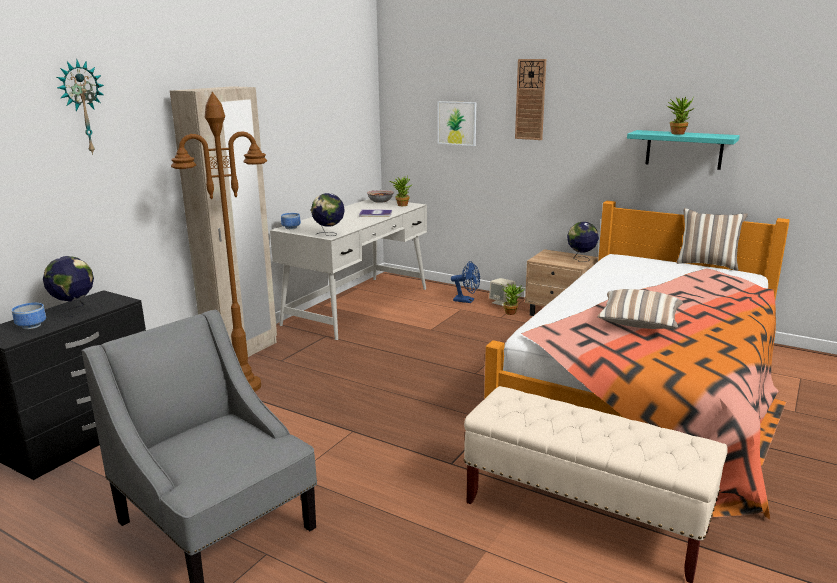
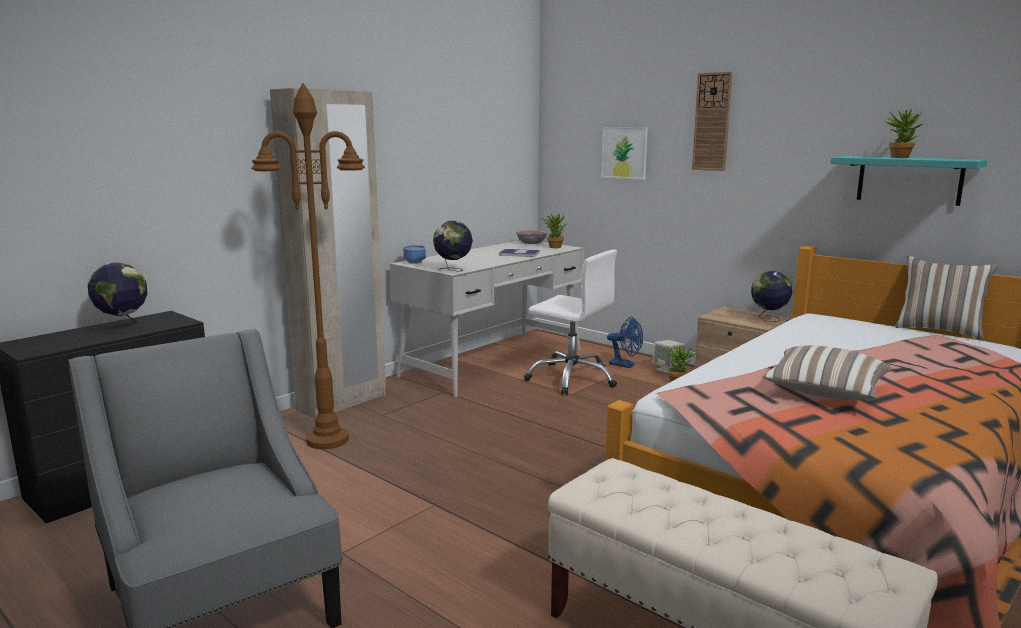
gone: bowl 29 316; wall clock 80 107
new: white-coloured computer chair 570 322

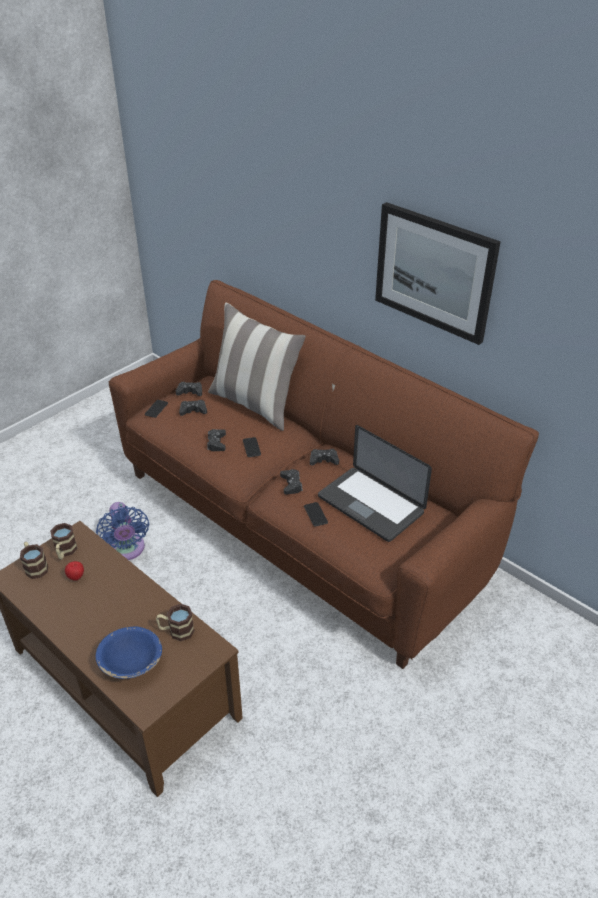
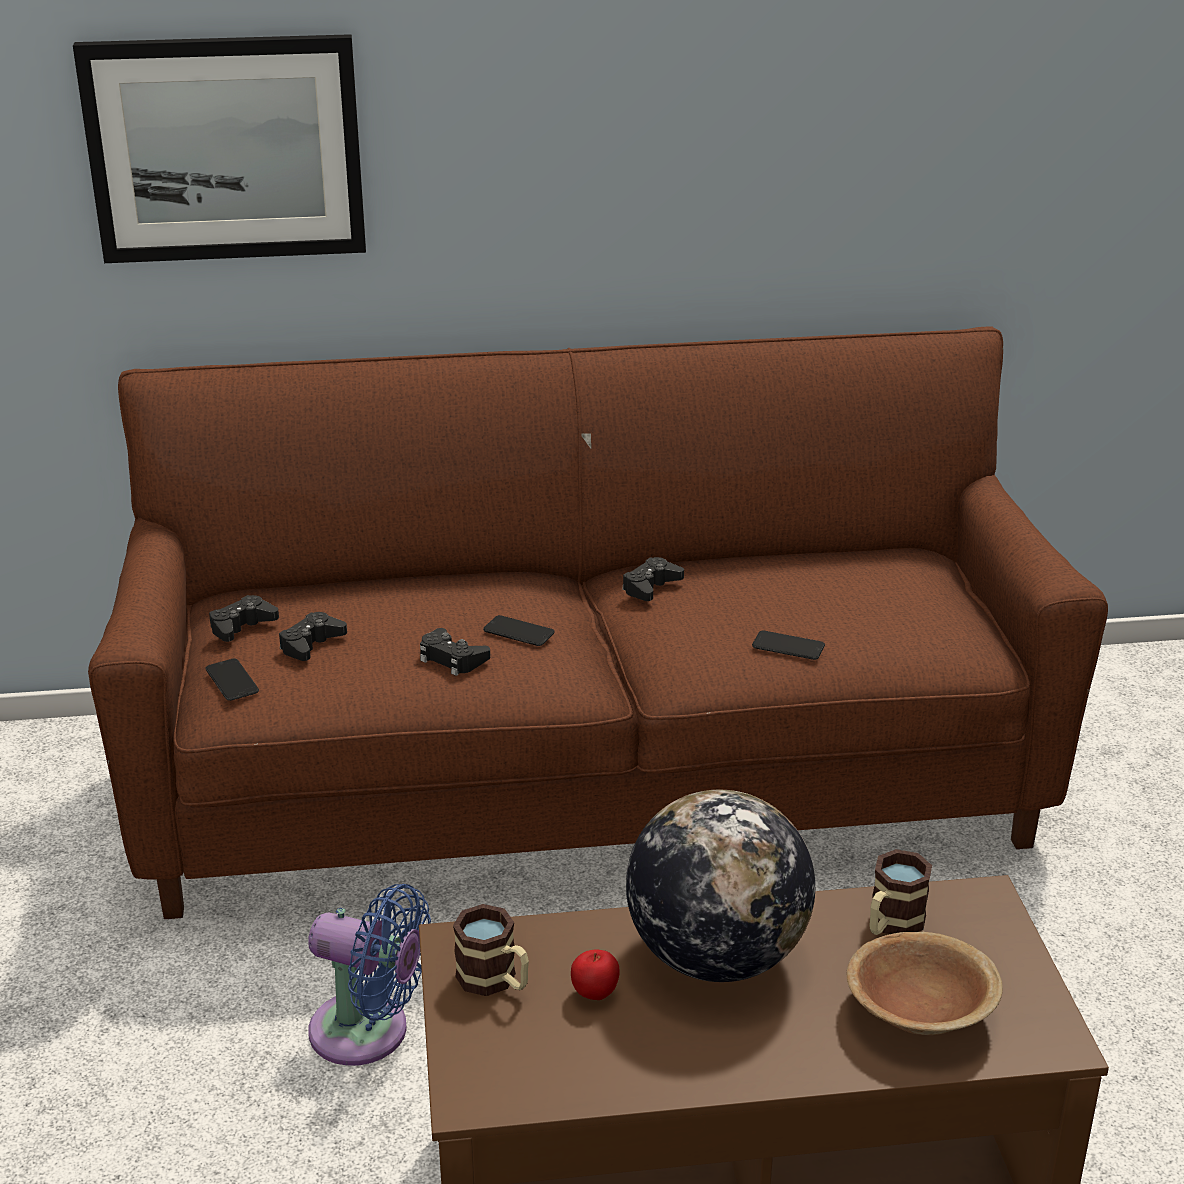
gone: tea mug 34 560; cushion 257 366; blackish gamepad 291 482; notebook computer 375 483
new: globe 720 886
shifted: wall art 438 273 to 219 148
repainted: blue bowl 129 653 to brown-coloured bowl 925 983

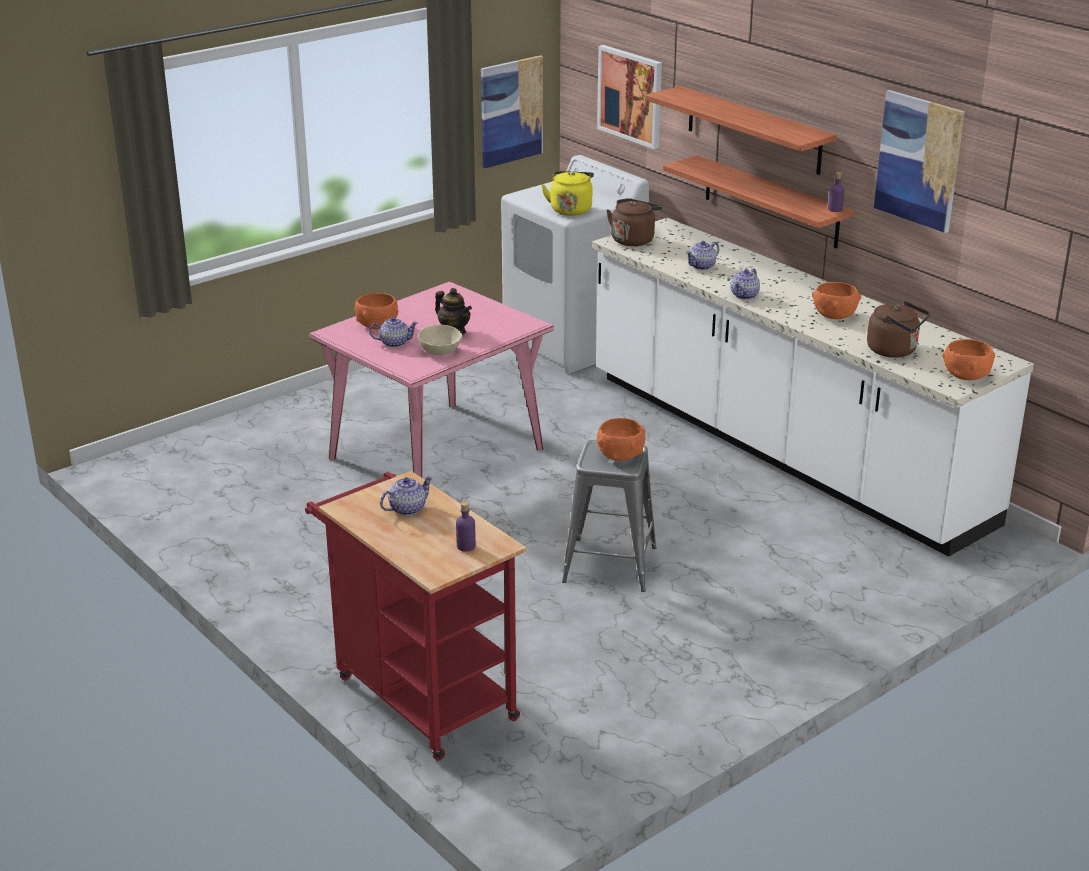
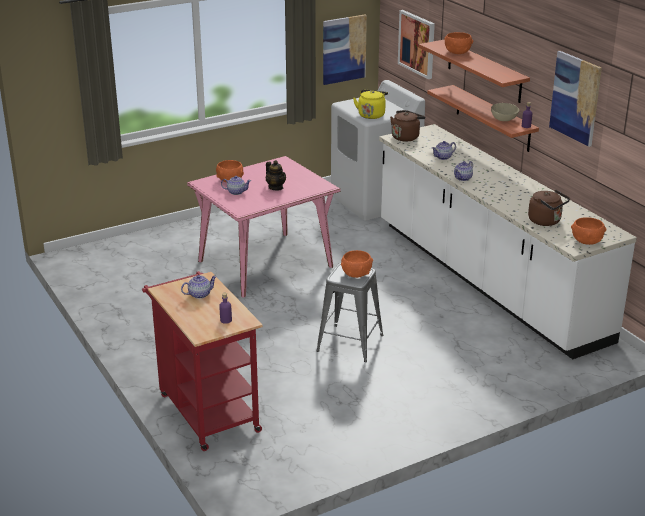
shifted: orange-coloured bowl 836 300 to 458 43; beige bowl 440 340 to 505 112

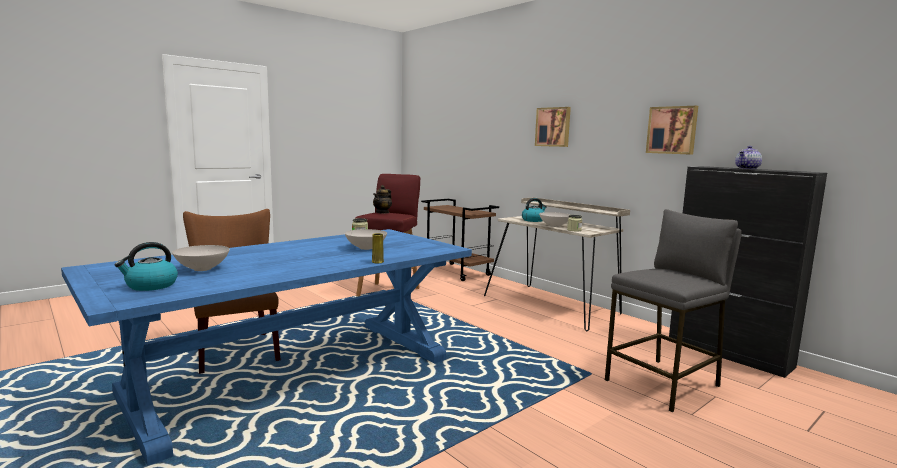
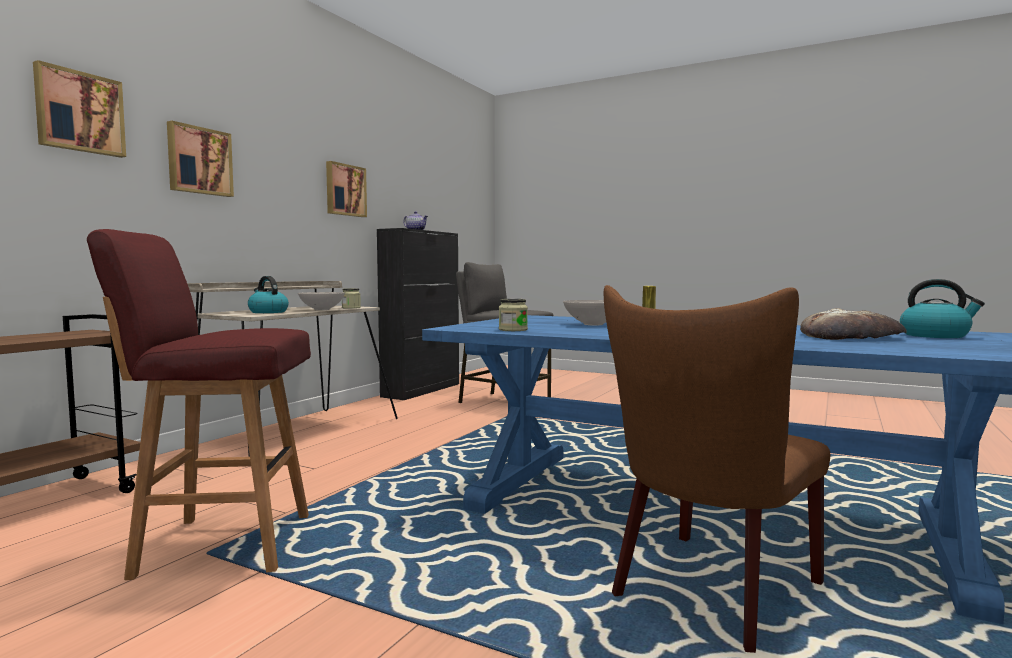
gone: pot for tea 382 199
new: wall art 79 109
swapped: white-coloured bowl 201 258 to bakery bread 853 324

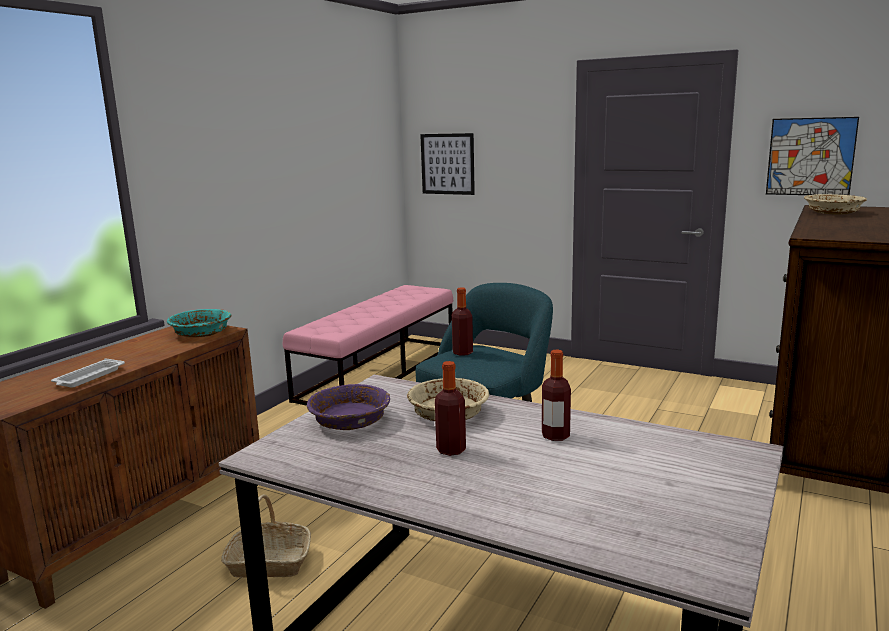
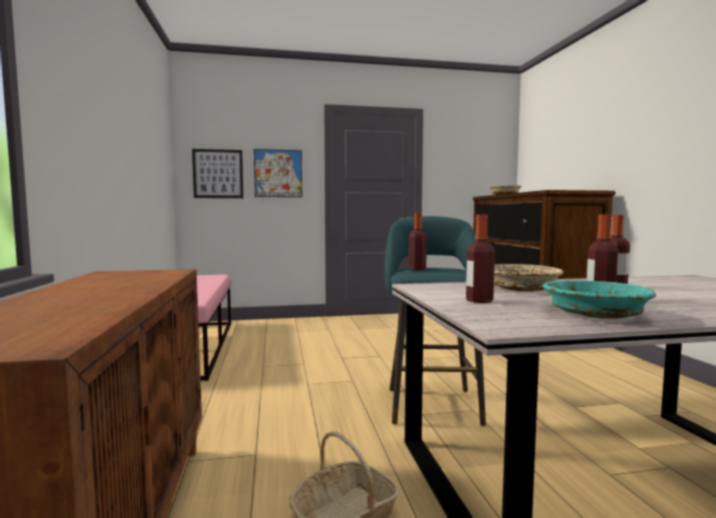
gone: white-coloured serving tray 88 373
shifted: wall art 812 156 to 278 173; turquoise-coloured bowl 199 323 to 599 299
swapped: purplish bowl 348 407 to bottle 480 259

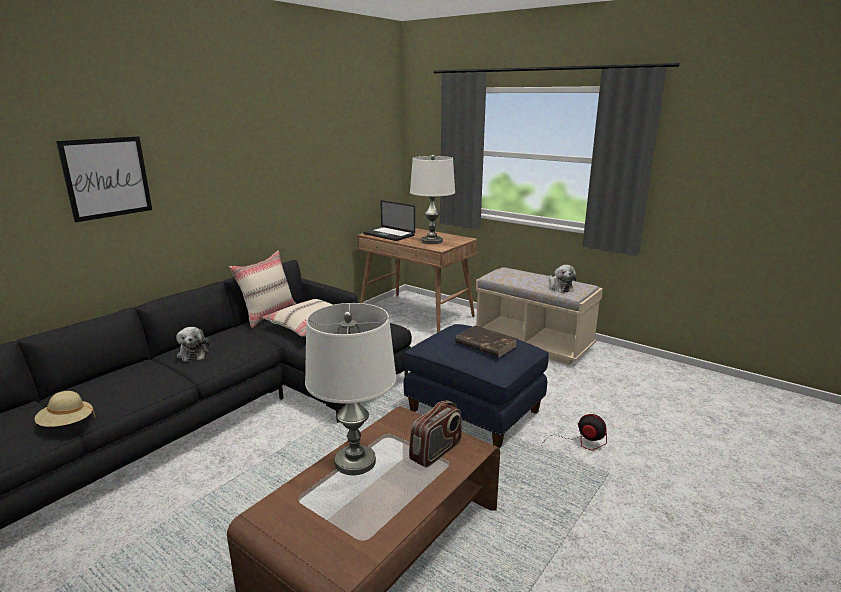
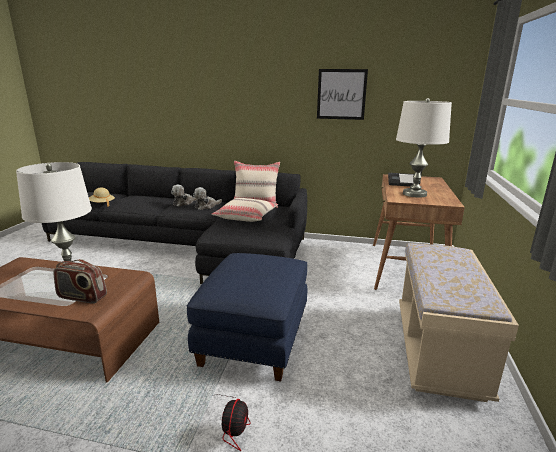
gone: brown-coloured book 486 341
shifted: cuddly toy 562 279 to 207 198; wall art 104 179 to 342 94

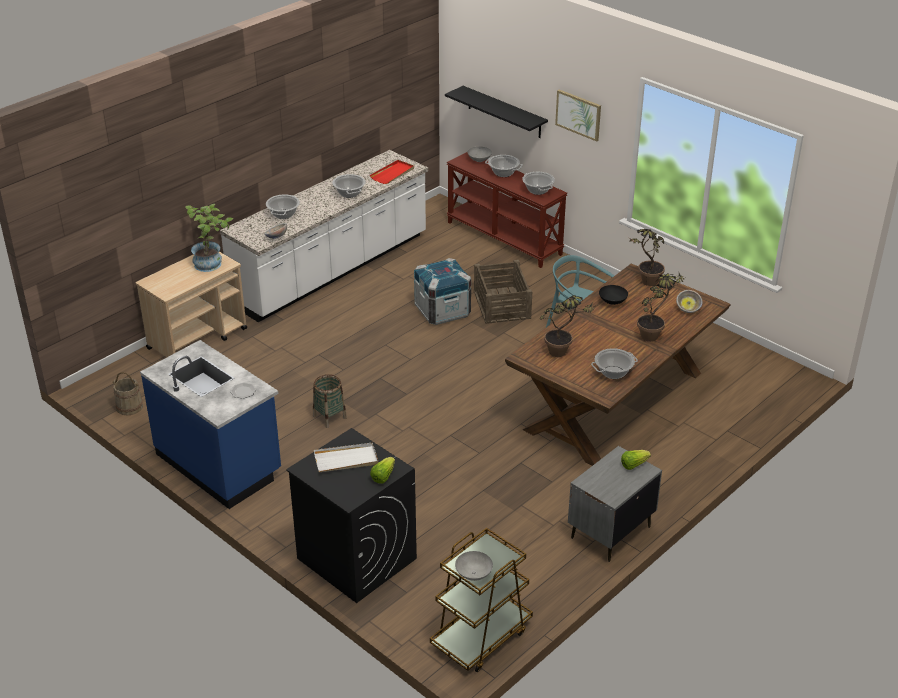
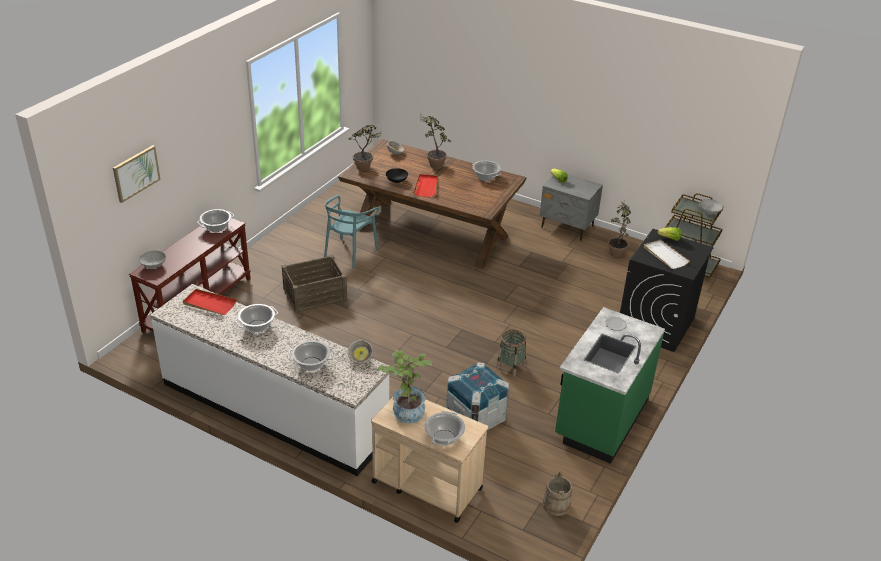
gone: blackish shelf 496 112
new: red-coloured serving tray 425 185
shifted: wall art 578 116 to 137 174; saucepot 504 166 to 445 428; shipping crate 442 291 to 477 396; houseplant 569 326 to 619 228
repainted: blue kitchen base unit 210 424 to green kitchen base unit 610 385

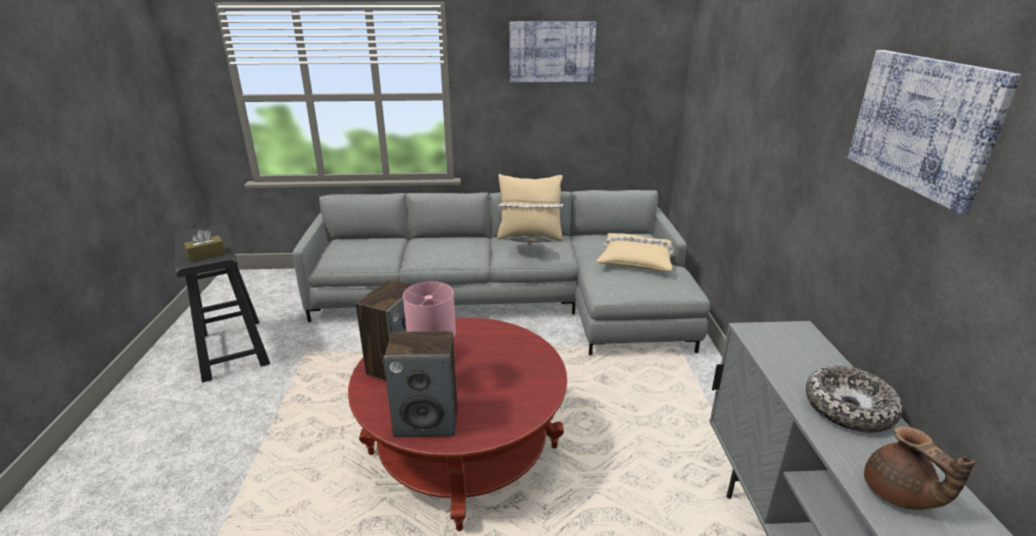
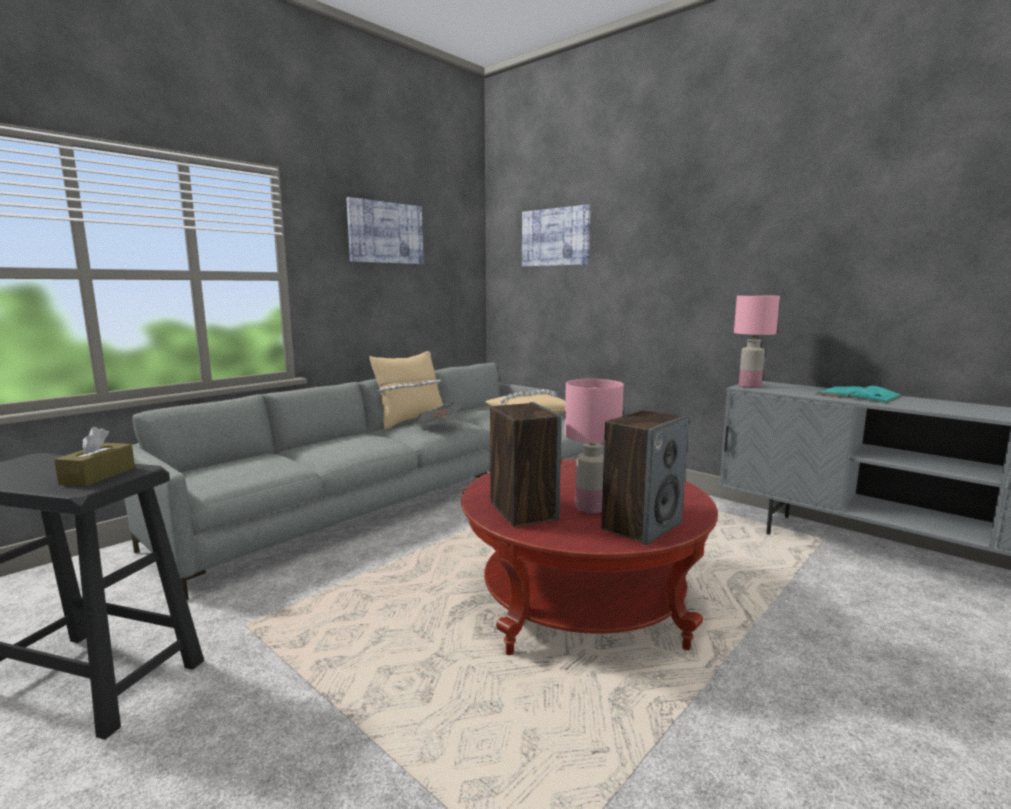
gone: brown-coloured pot for tea 919 468
new: pink-coloured tabletop lamp 757 341
shifted: wall art 934 132 to 556 235
swapped: bowl 854 399 to turquoise-coloured book 859 394

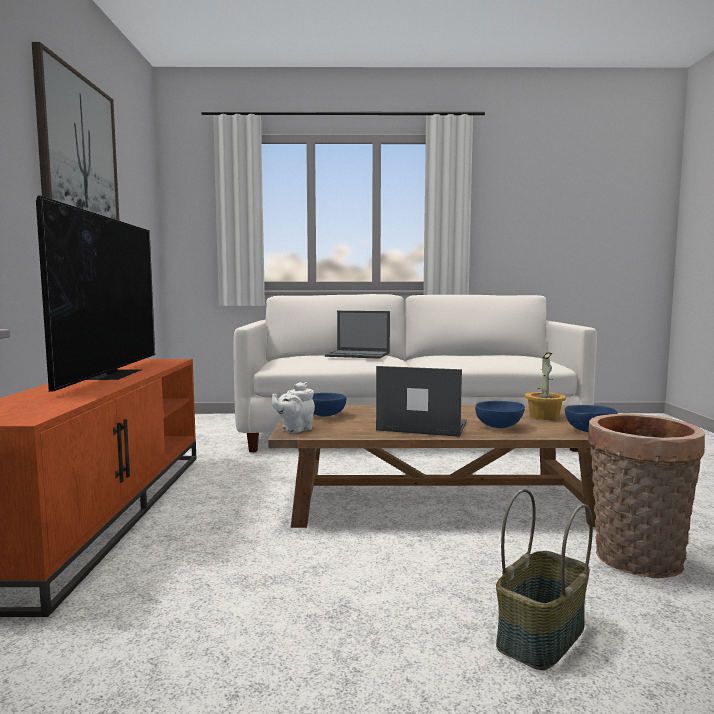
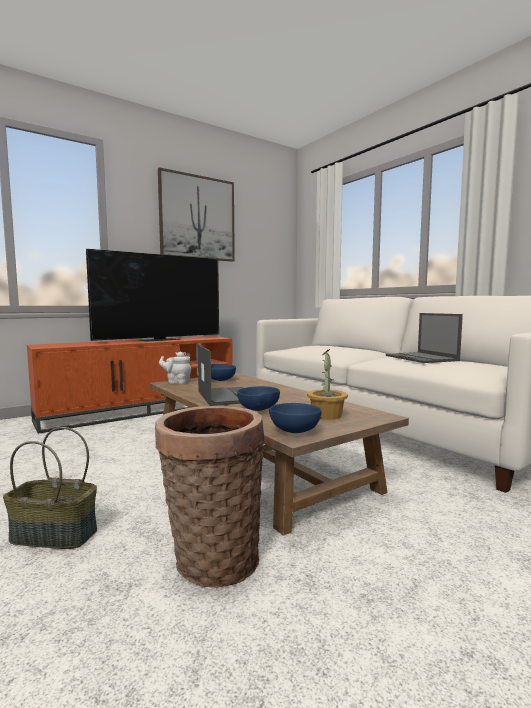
shifted: notebook computer 357 335 to 424 338

